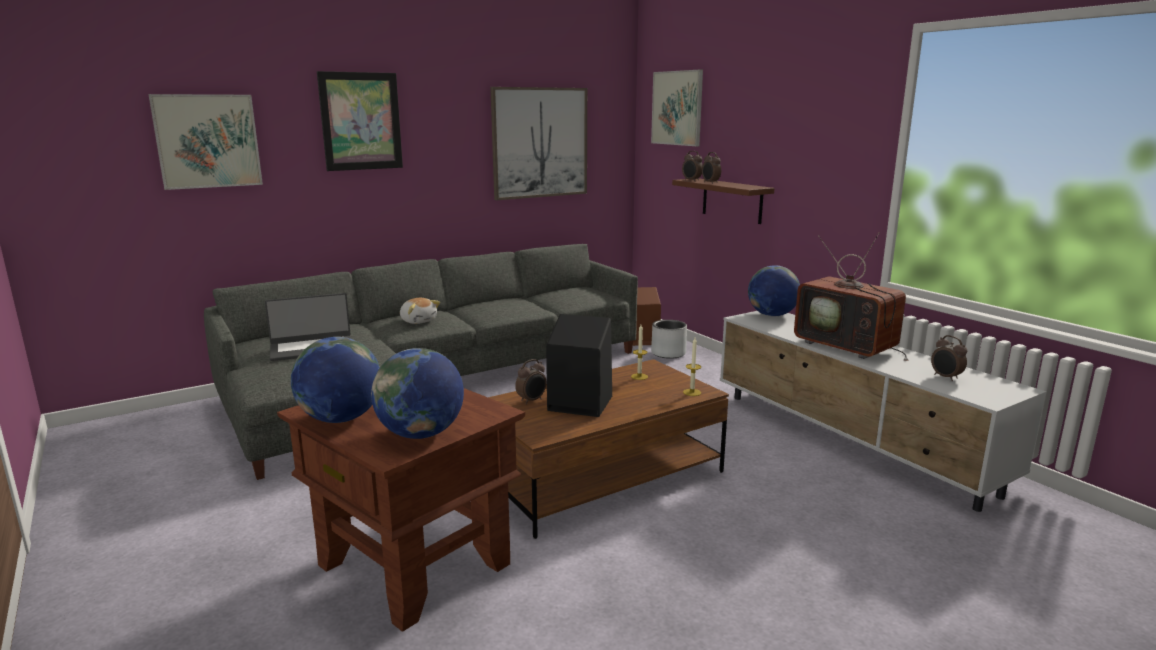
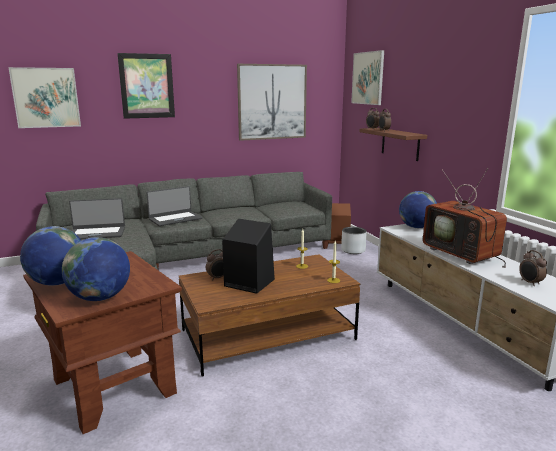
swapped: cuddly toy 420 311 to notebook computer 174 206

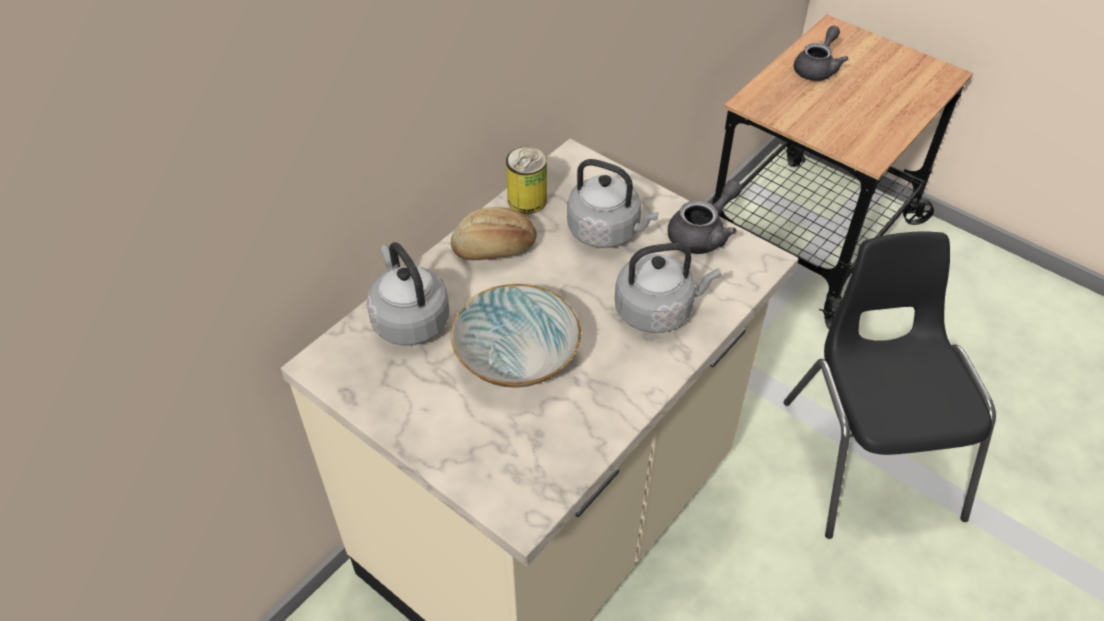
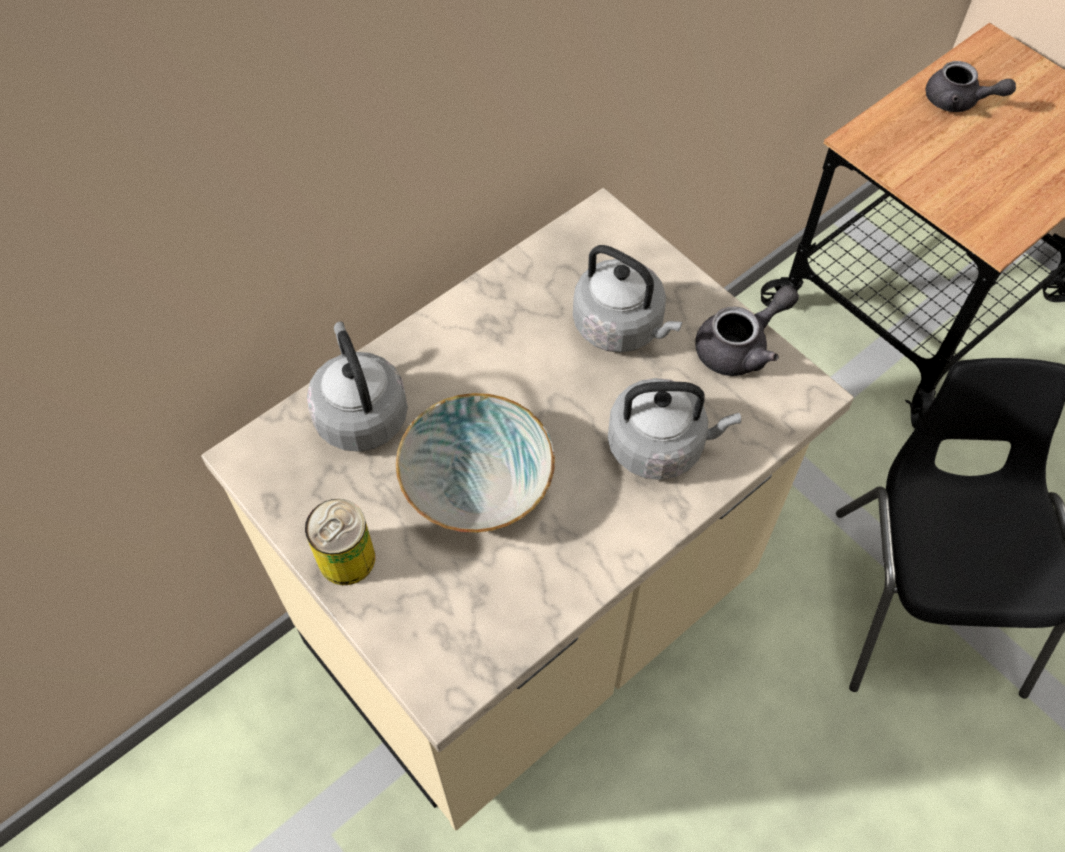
gone: bakery bread 494 233
shifted: can 526 180 to 340 542
rotated: gray pot for tea 821 53 = 971 86 75 degrees clockwise

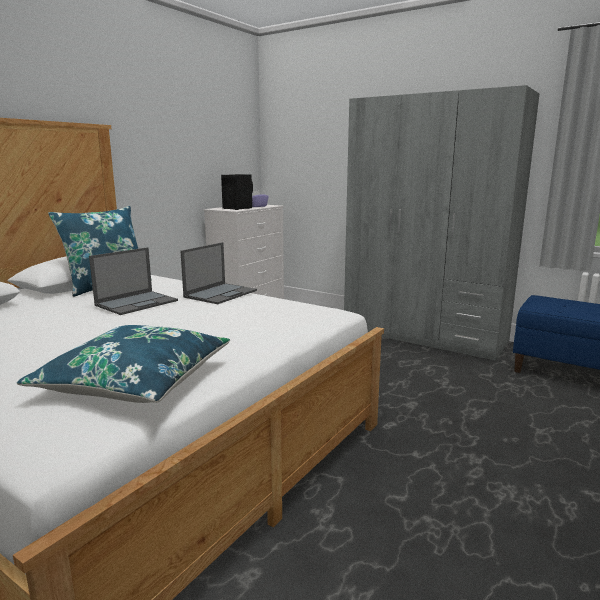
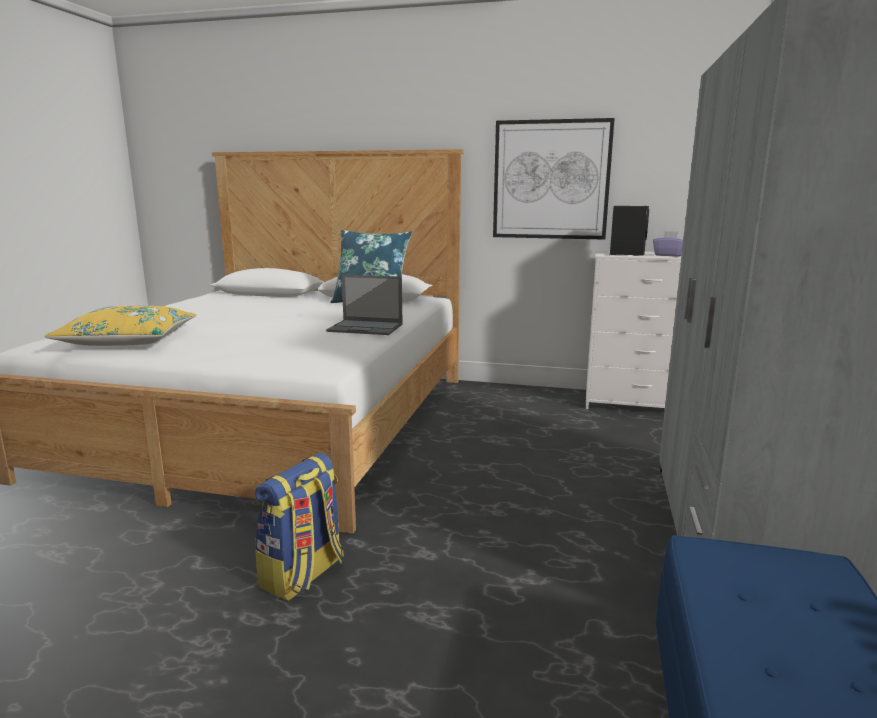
gone: notebook computer 133 281
new: knapsack 299 527; wall art 554 179
repainted: blue cushion 123 364 to yellow cushion 120 326

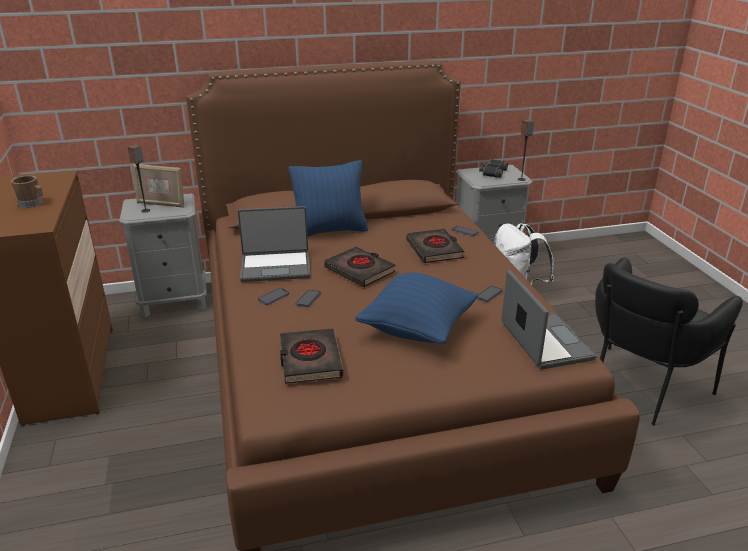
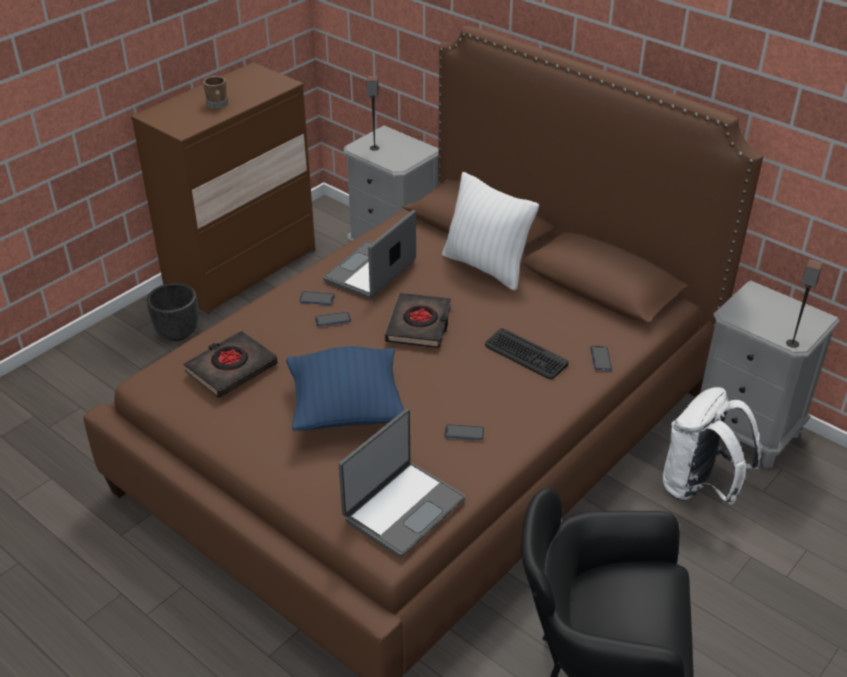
gone: photo frame 158 186; blackish binoculars 493 168
new: blackish planter 173 312
swapped: blackish book 435 246 to keyboard 527 353
repainted: blue cushion 328 198 to white-coloured cushion 490 231
rotated: notebook computer 274 244 = 369 254 75 degrees clockwise

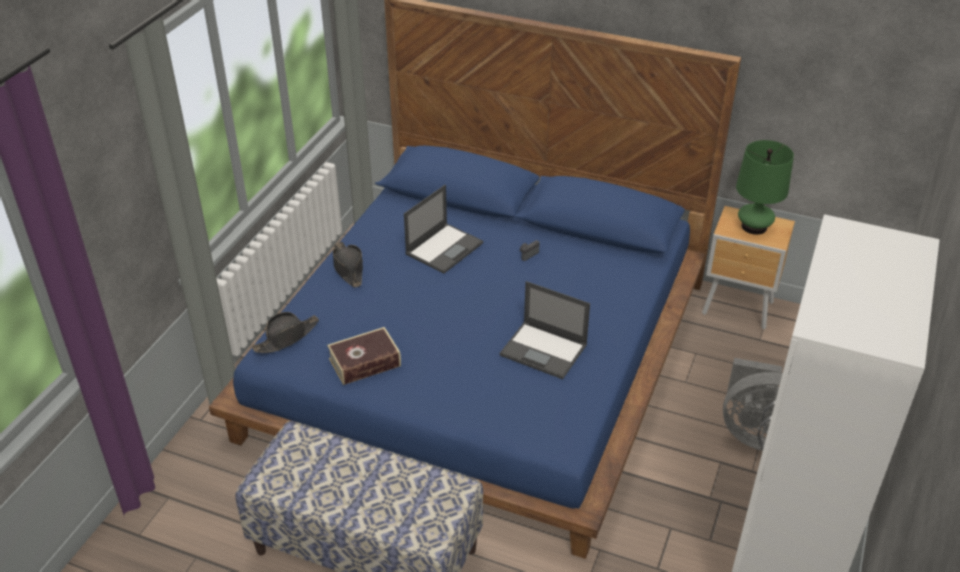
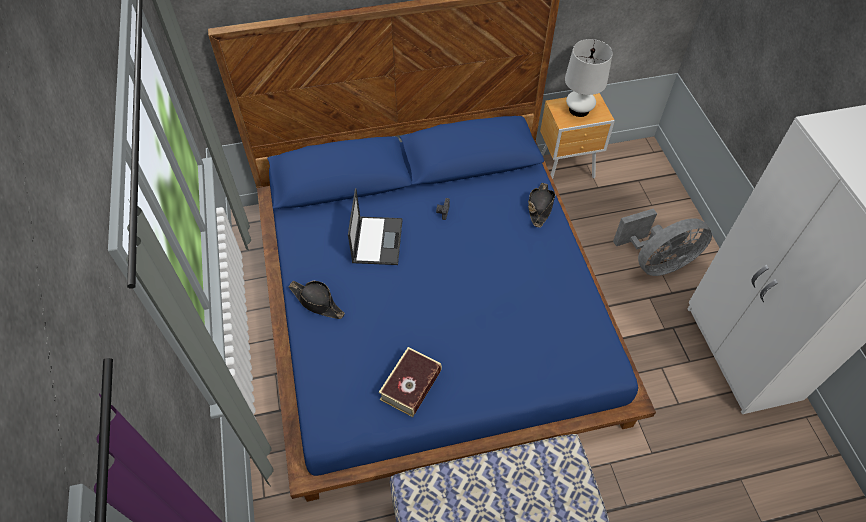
gone: notebook computer 545 330
shifted: blackish wearable hat 285 332 to 541 205
repainted: green tabletop lamp 765 187 to white-coloured tabletop lamp 589 78

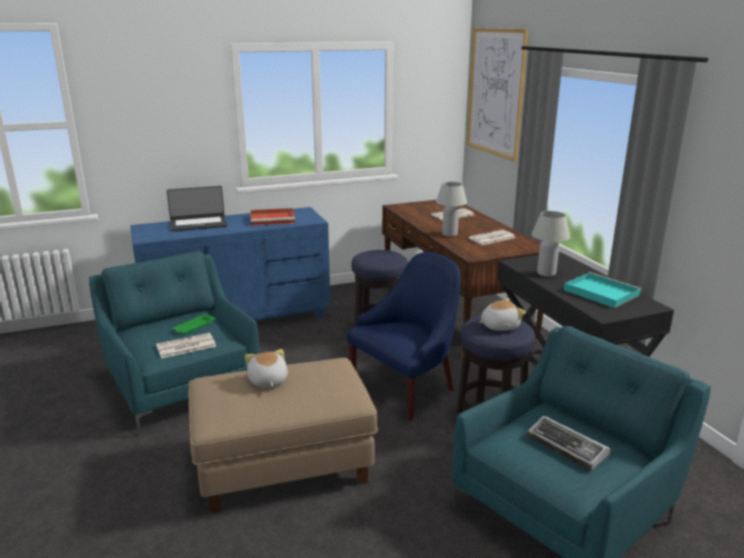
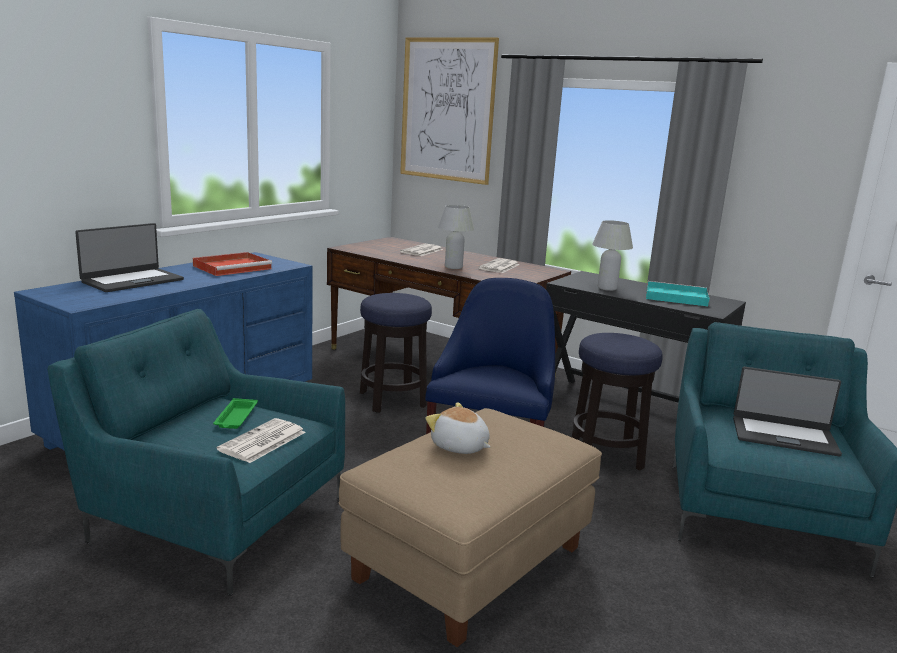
gone: cuddly toy 502 314
swapped: keyboard 569 443 to notebook computer 787 412

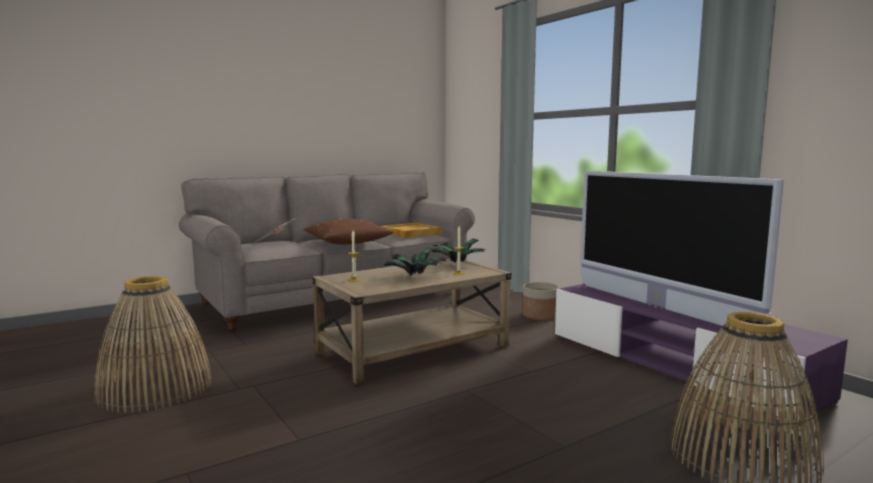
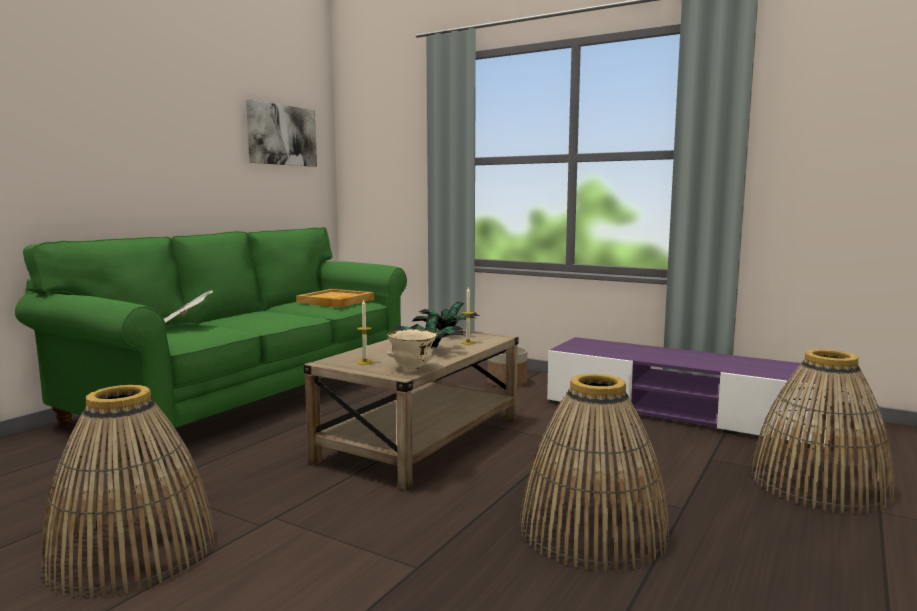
gone: brown-coloured cushion 348 232; TV 682 248
new: wall art 281 133; beige bowl 412 349; household basket 594 472
repainted: gray sofa 327 252 to green sofa 211 341

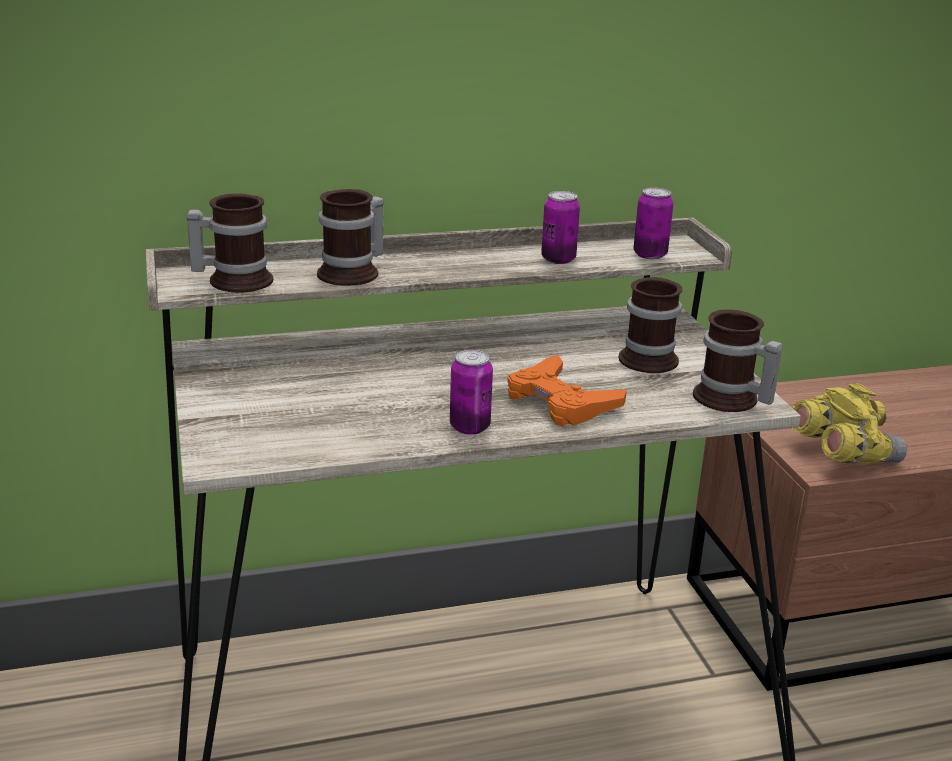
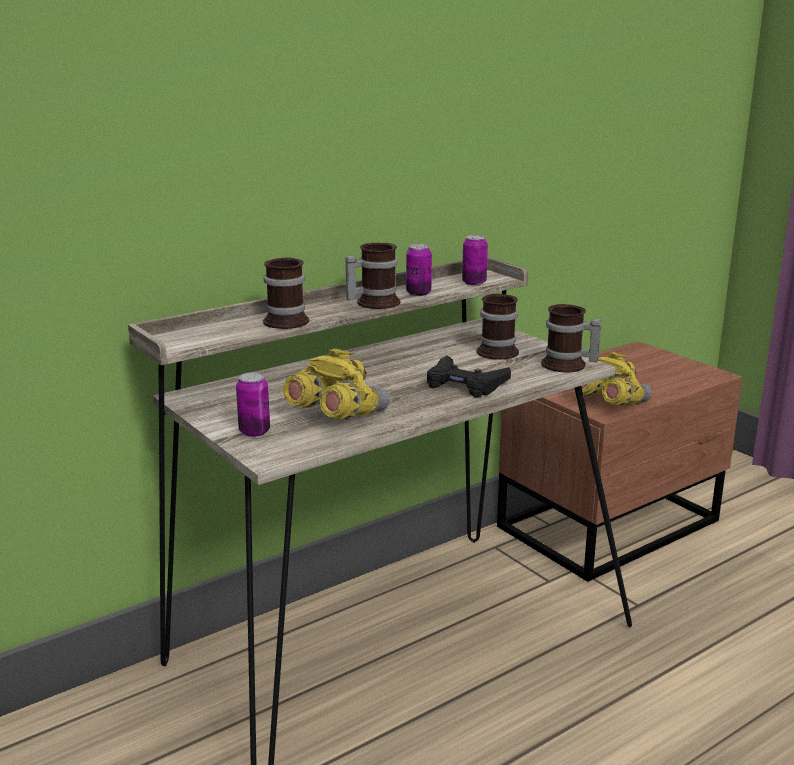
new: yellow binoculars 336 384
shifted: can 471 392 to 253 404; tea mug 230 243 to 372 276
repainted: orange-coloured gamepad 567 391 to blackish gamepad 469 376

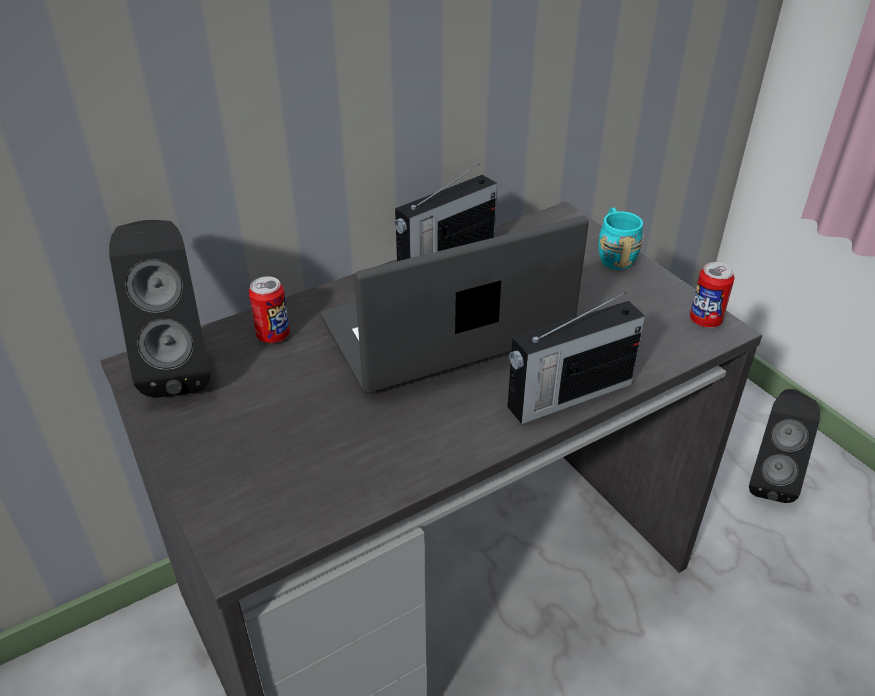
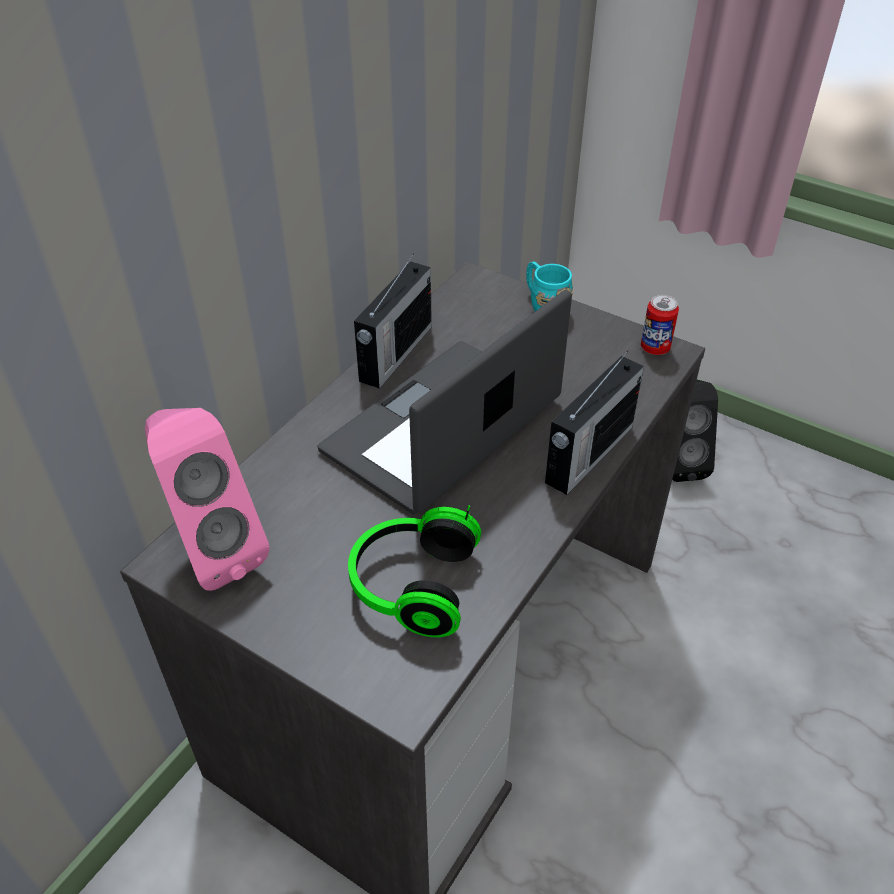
gone: can 269 309
new: headphones 414 571
repainted: blackish audio speaker 159 309 to pink-coloured audio speaker 207 499

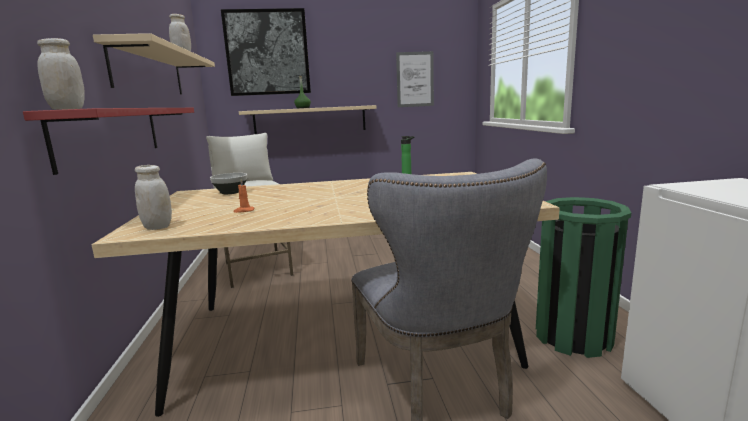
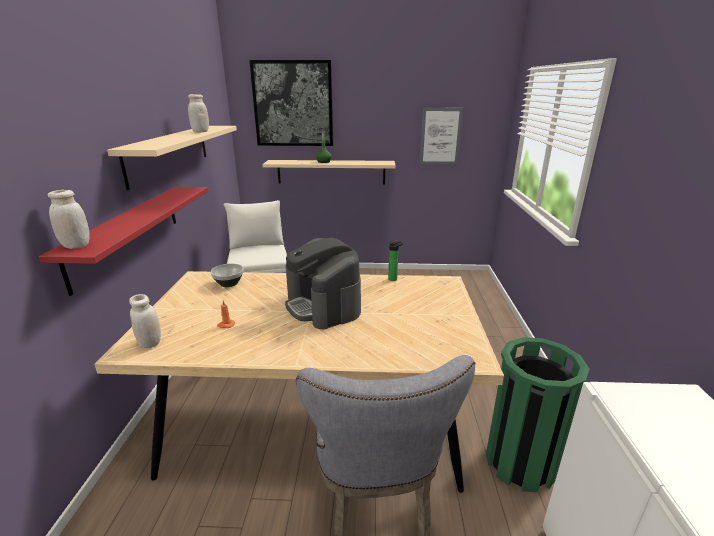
new: coffee brewer 323 283

